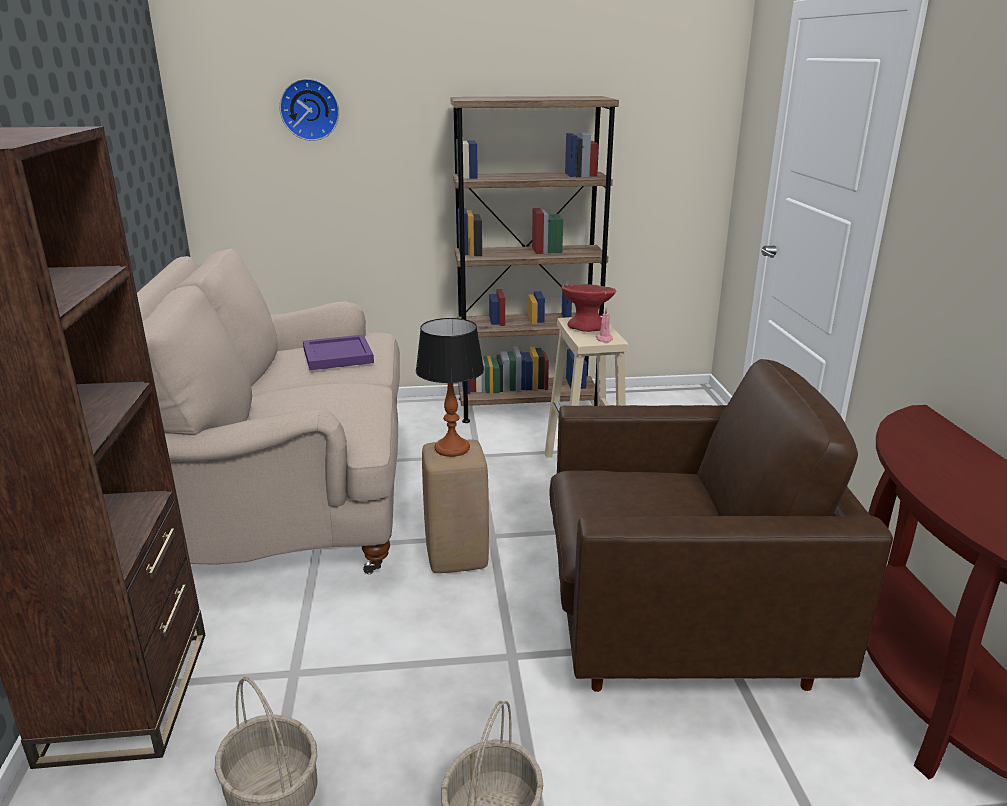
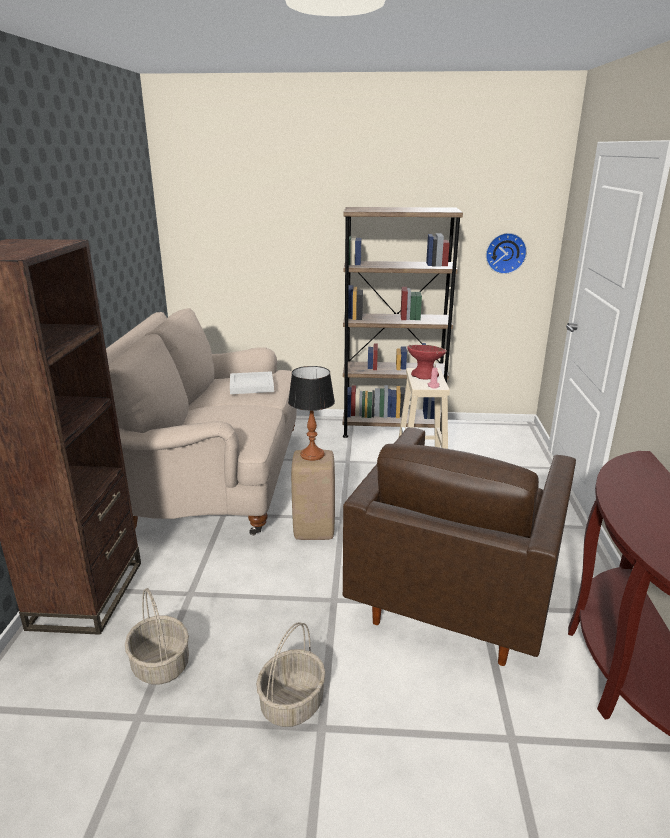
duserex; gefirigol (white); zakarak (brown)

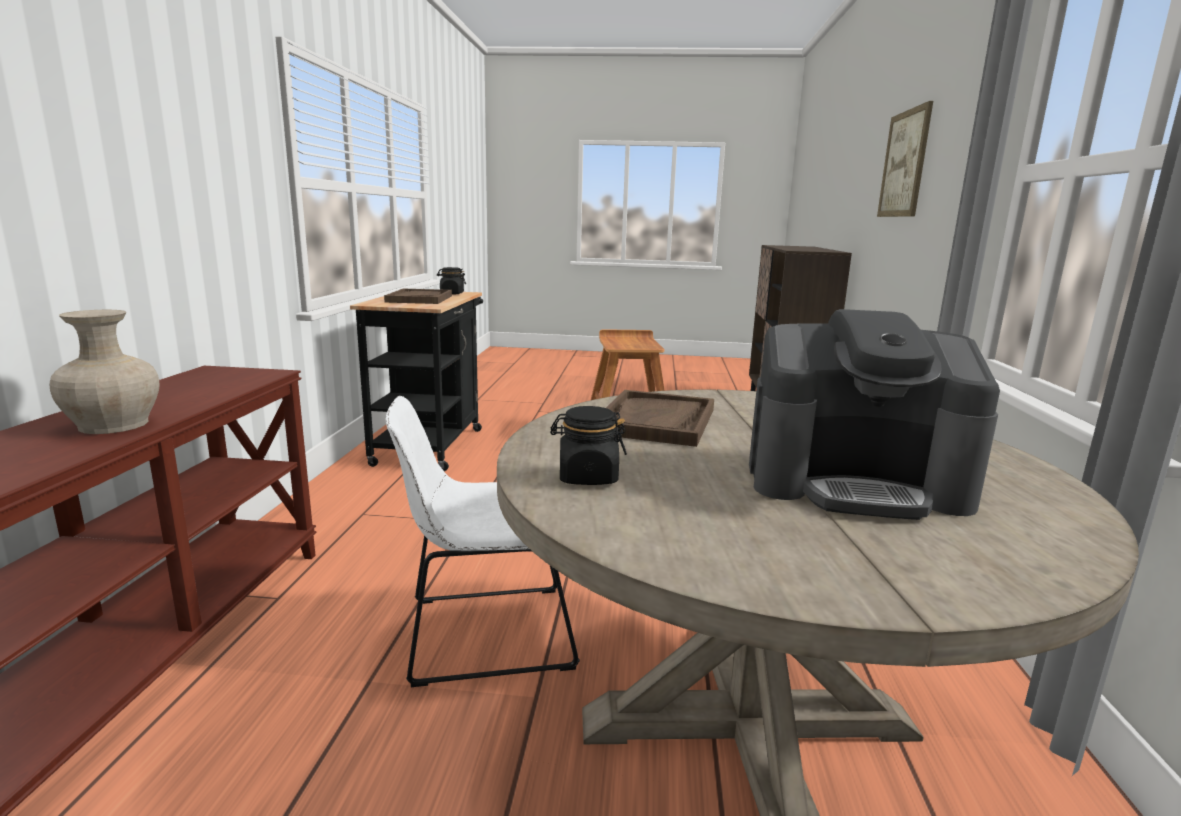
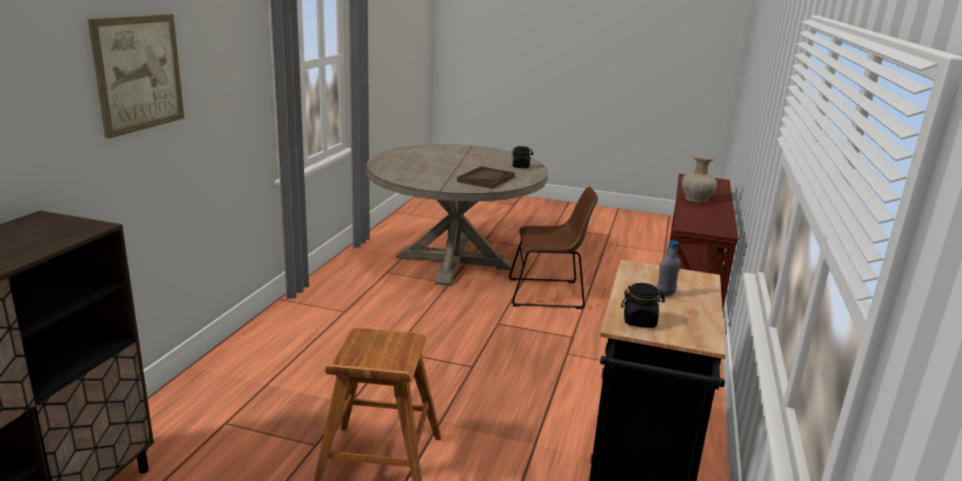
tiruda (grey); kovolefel; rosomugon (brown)

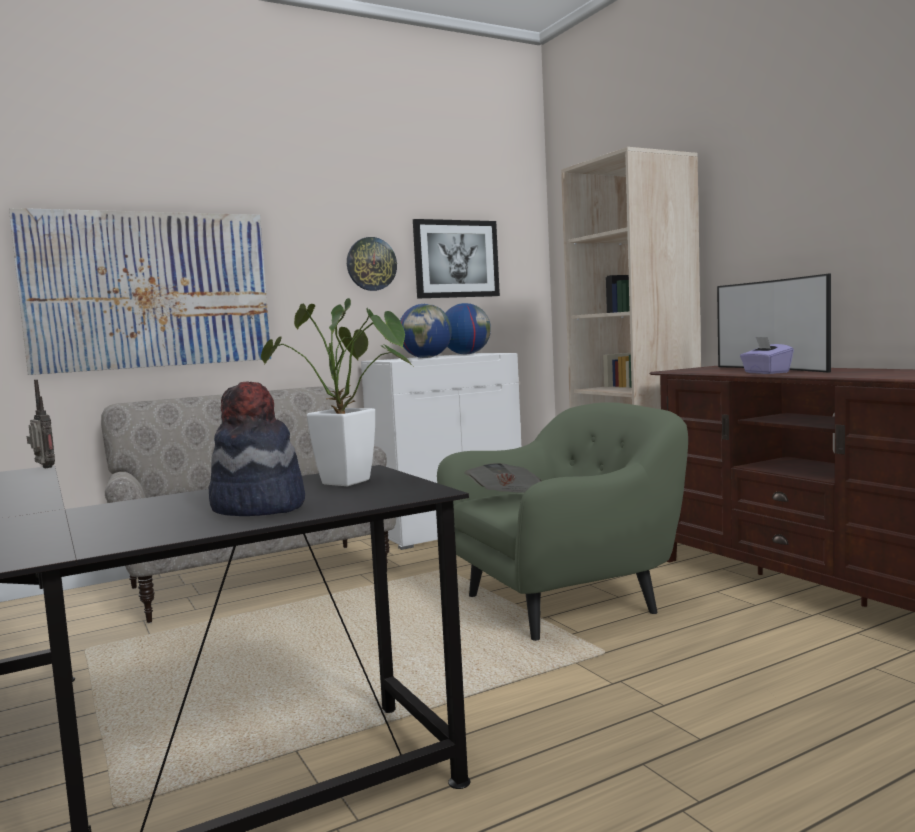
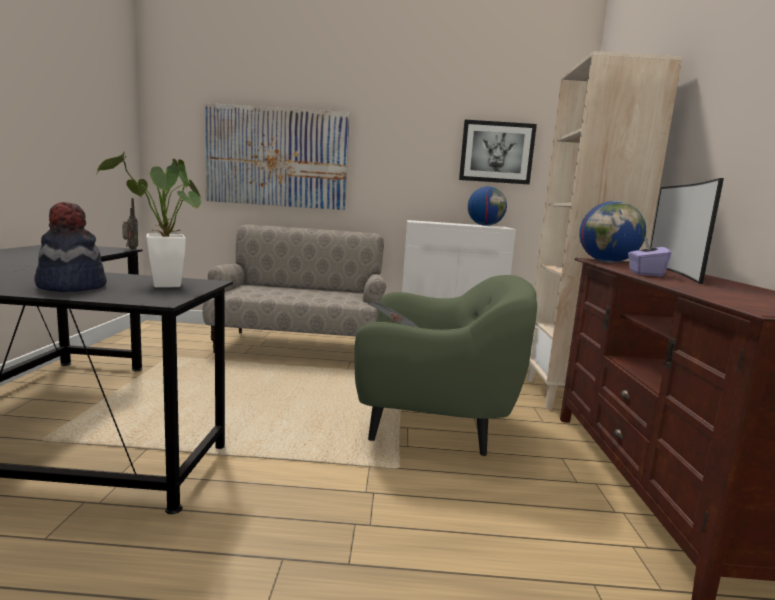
duserex; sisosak (2nd from left)

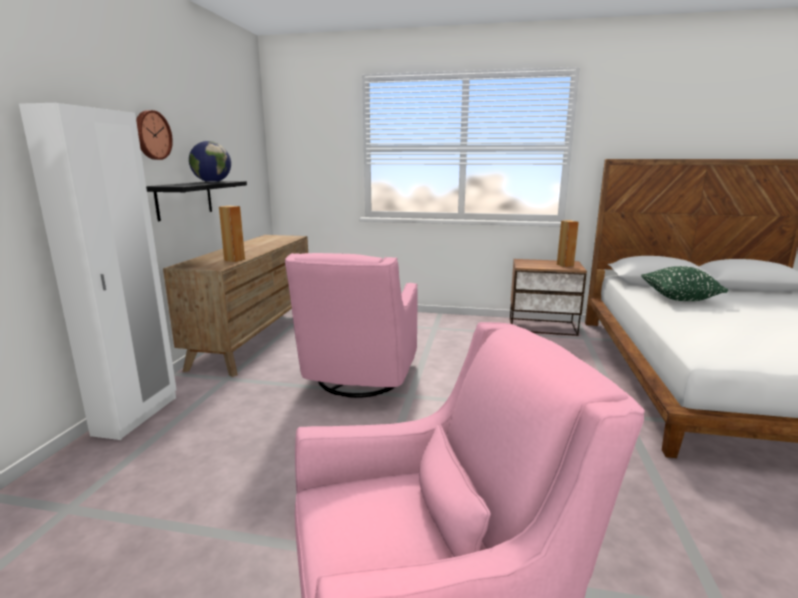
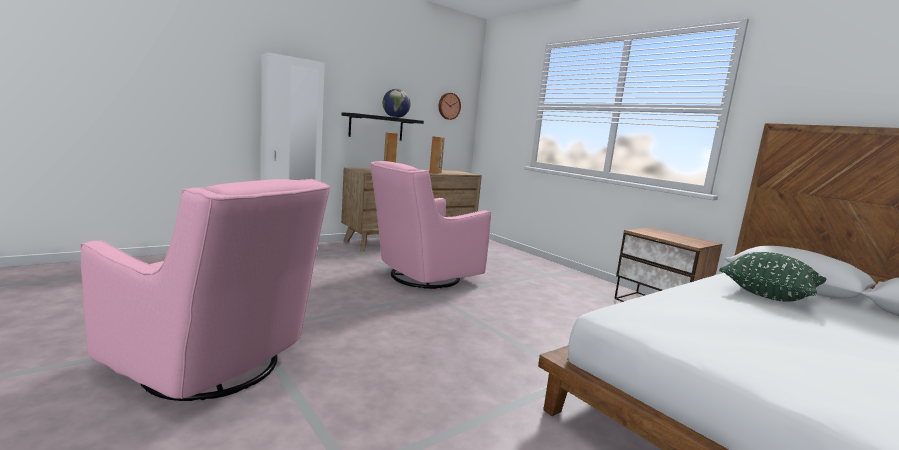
duserex; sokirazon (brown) (2nd from left)

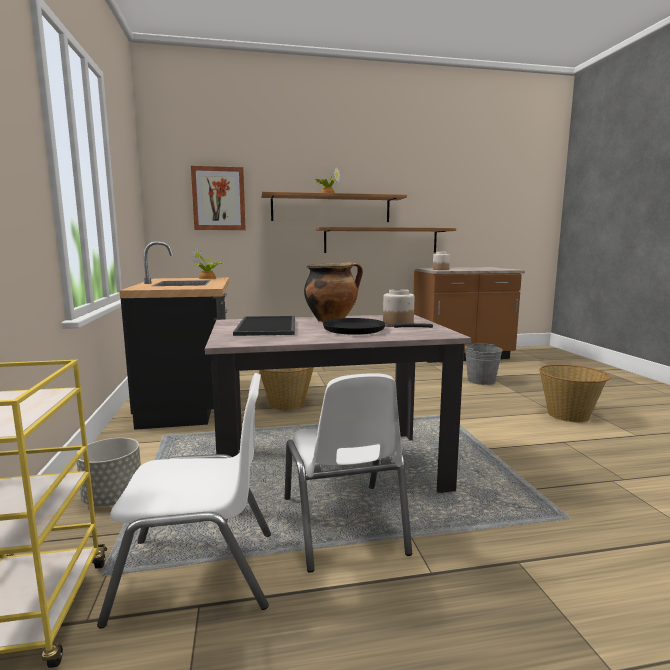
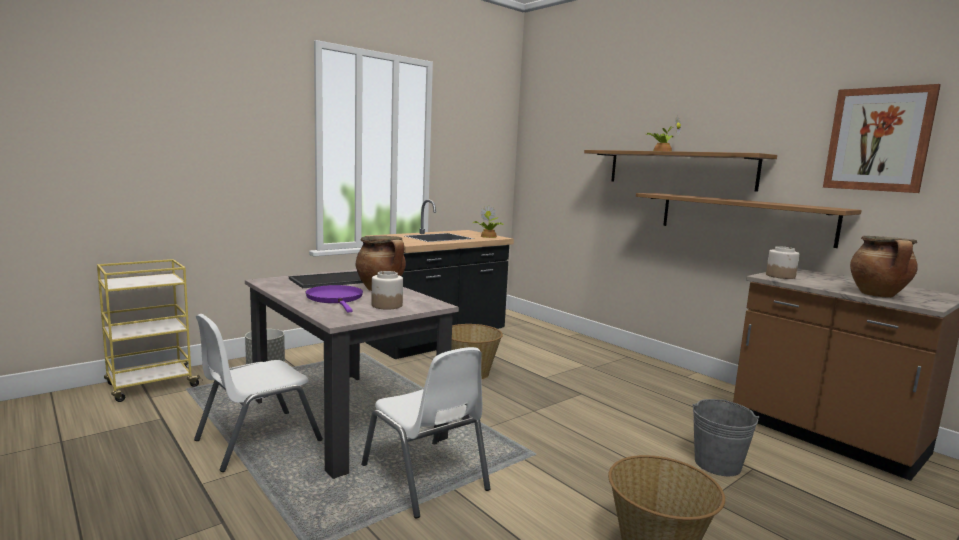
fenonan; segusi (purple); rosomugon (white) (2nd from left); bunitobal (2nd from left)

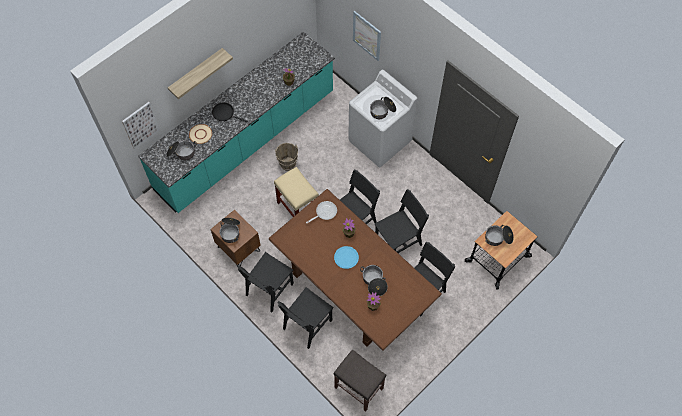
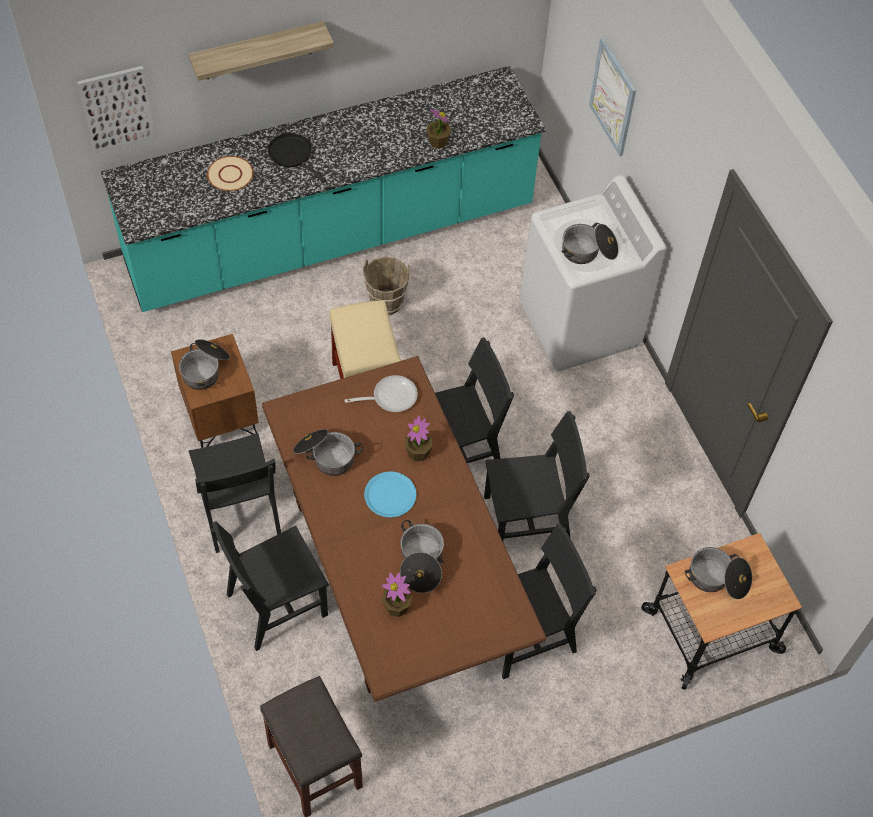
bunitobal (2nd from left); rosomugon (black) (1st from left)

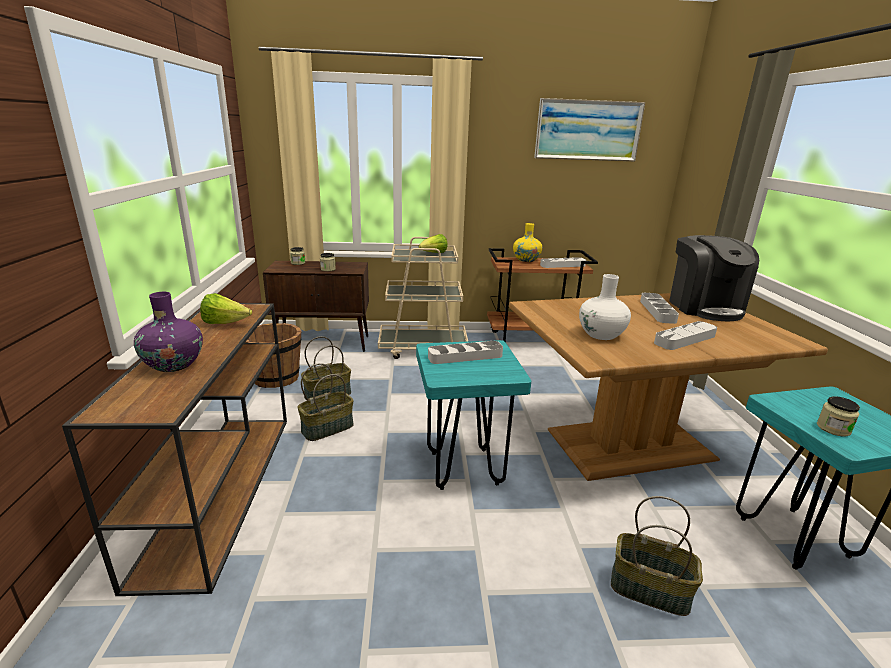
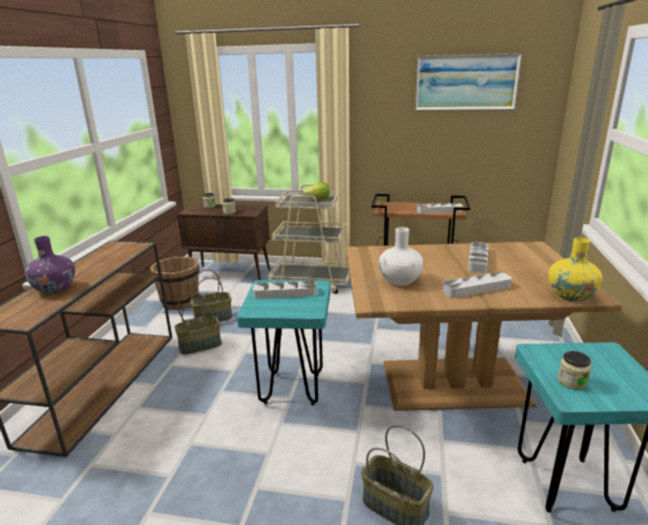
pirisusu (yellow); kovolefel; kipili (1st from left in the first image)

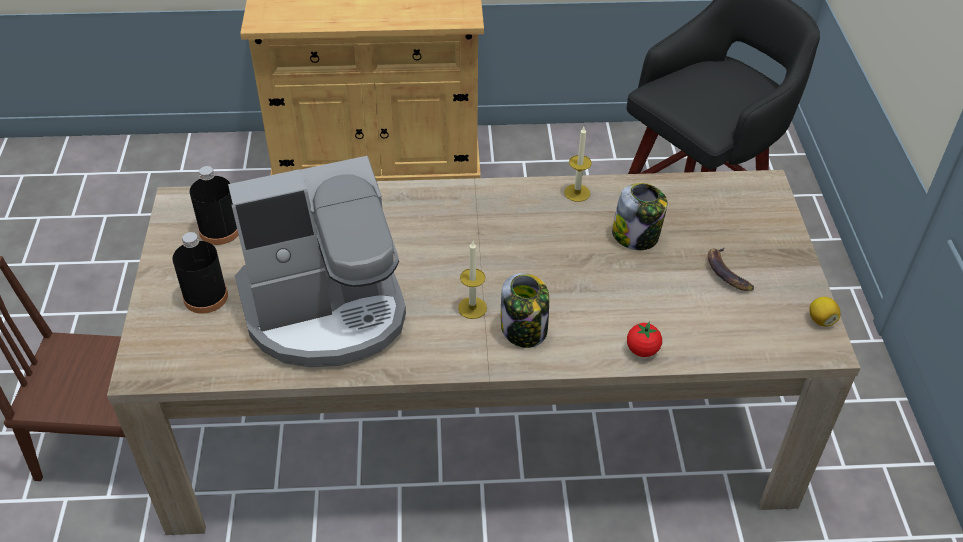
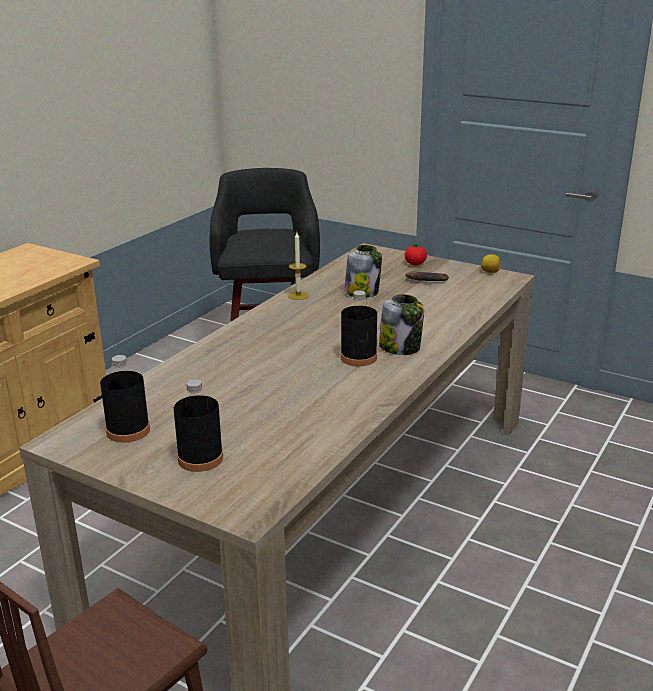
kovolefel; tiruda (black) (3rd from left); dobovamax

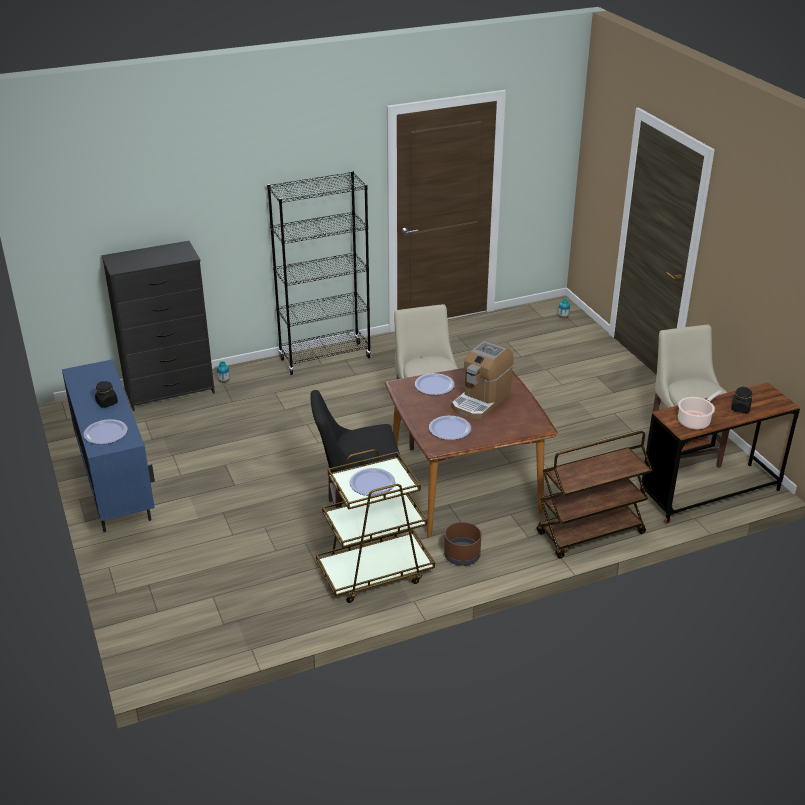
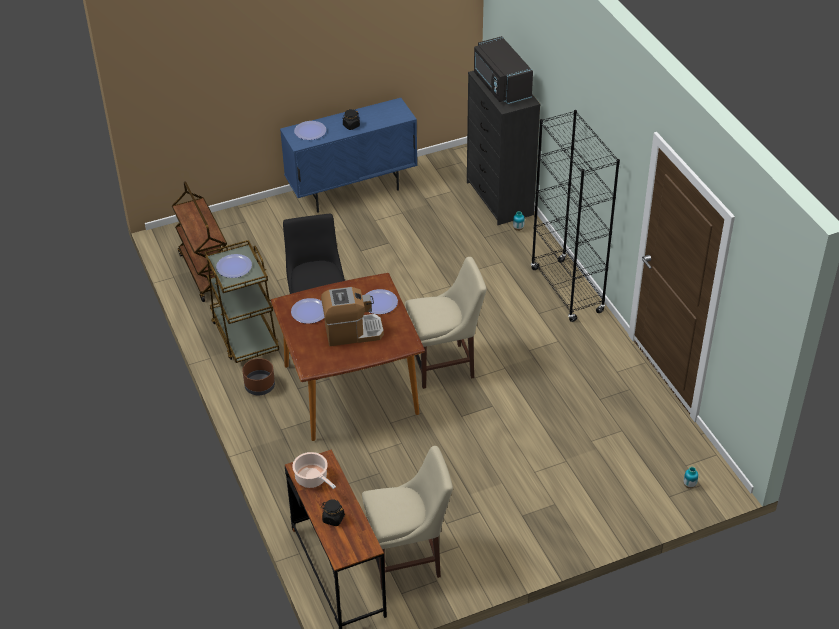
kovolefel; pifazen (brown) (1st from left); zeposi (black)

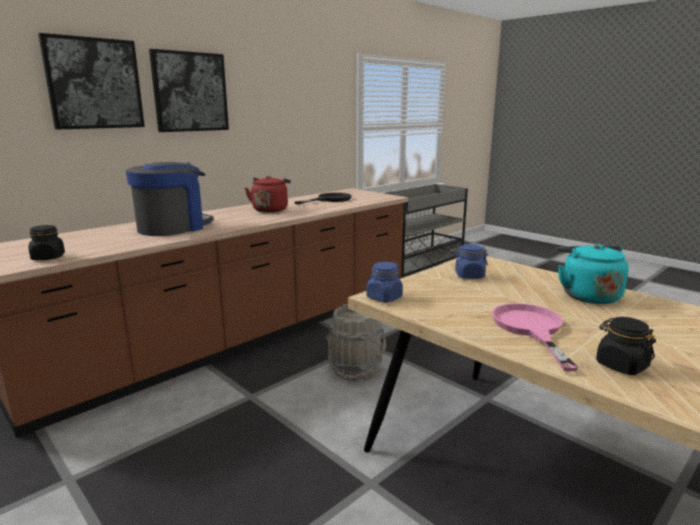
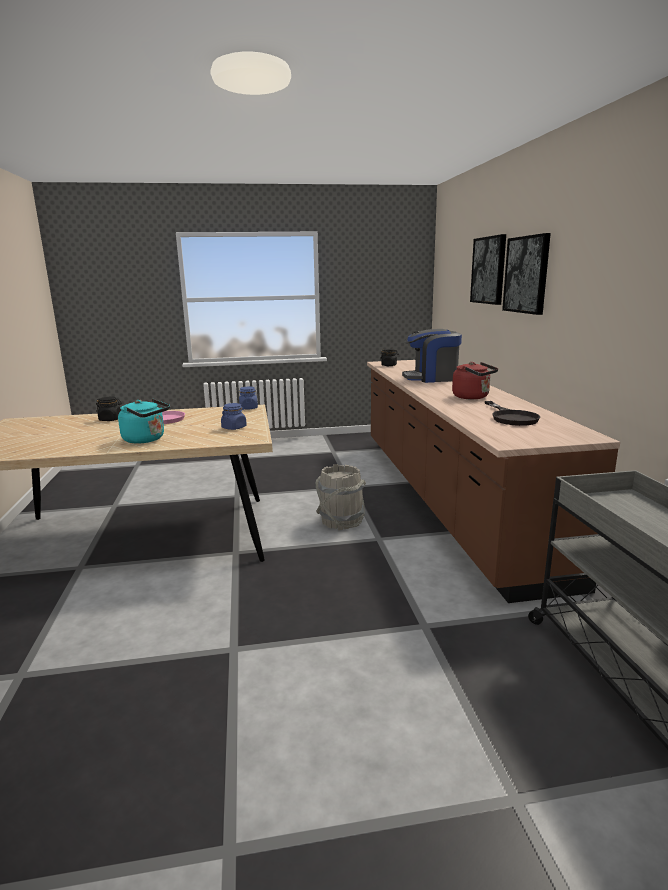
kovolefel

